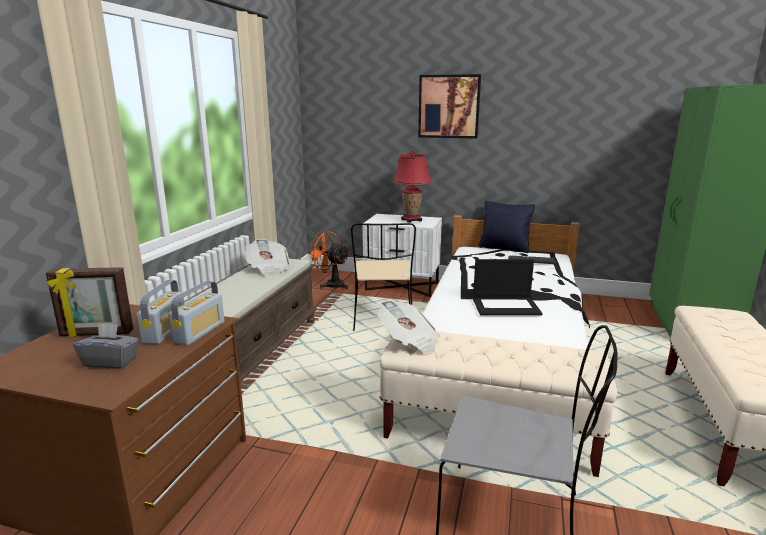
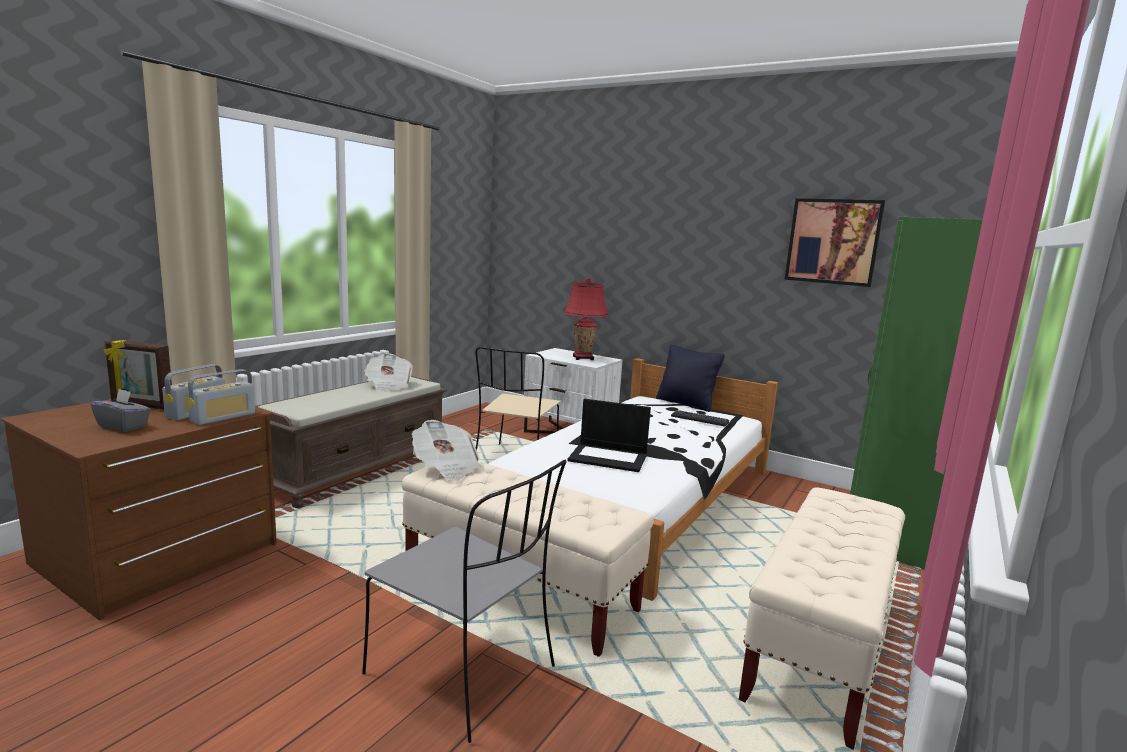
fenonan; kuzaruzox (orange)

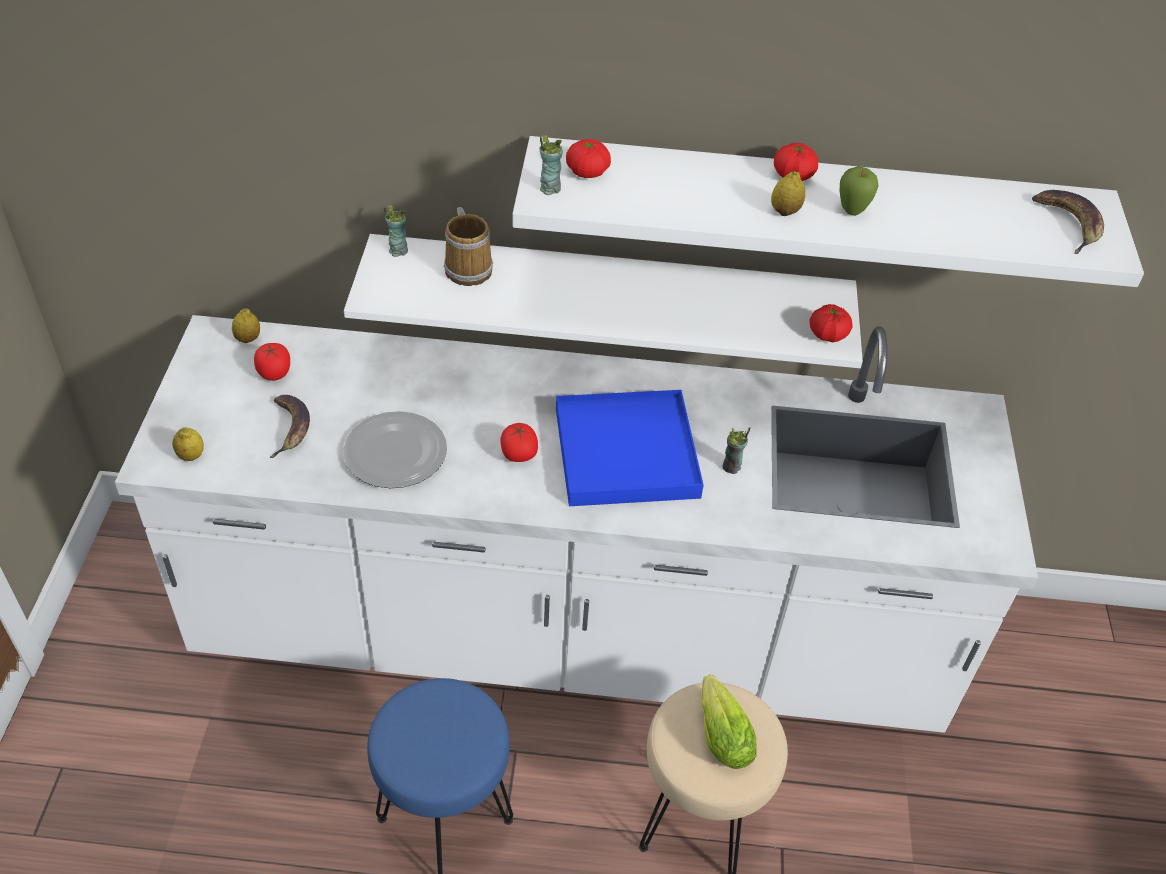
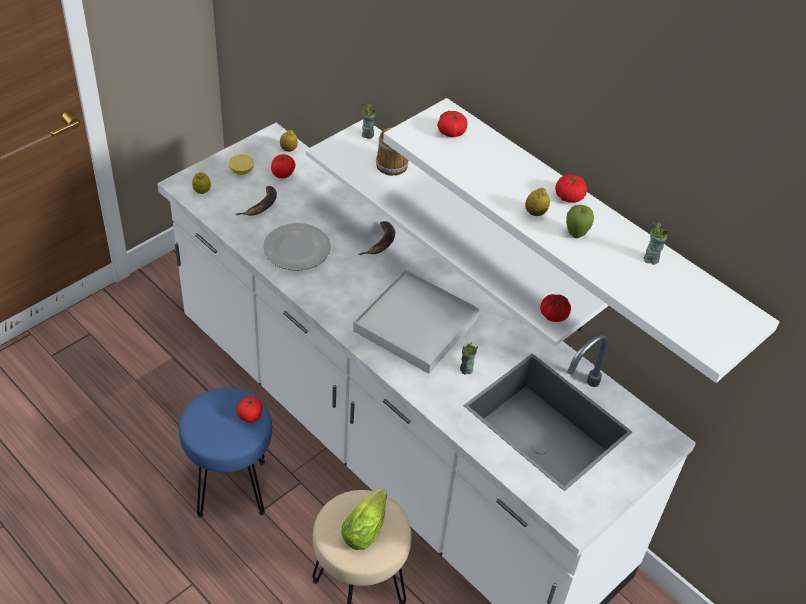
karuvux (3rd from left); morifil (2nd from left); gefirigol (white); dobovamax (1st from left); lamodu (2nd from left)

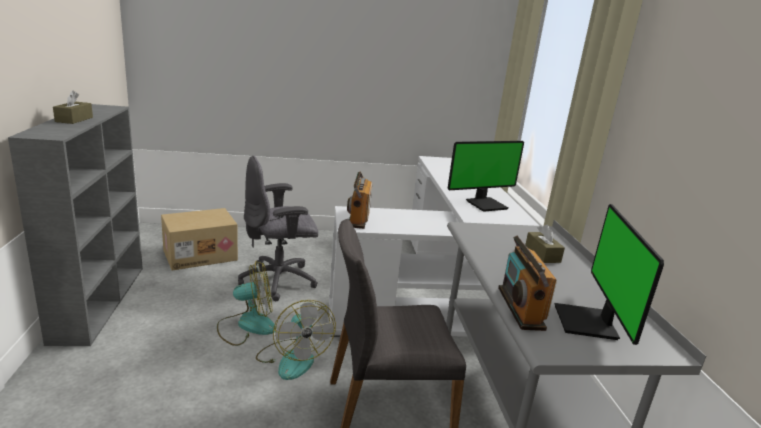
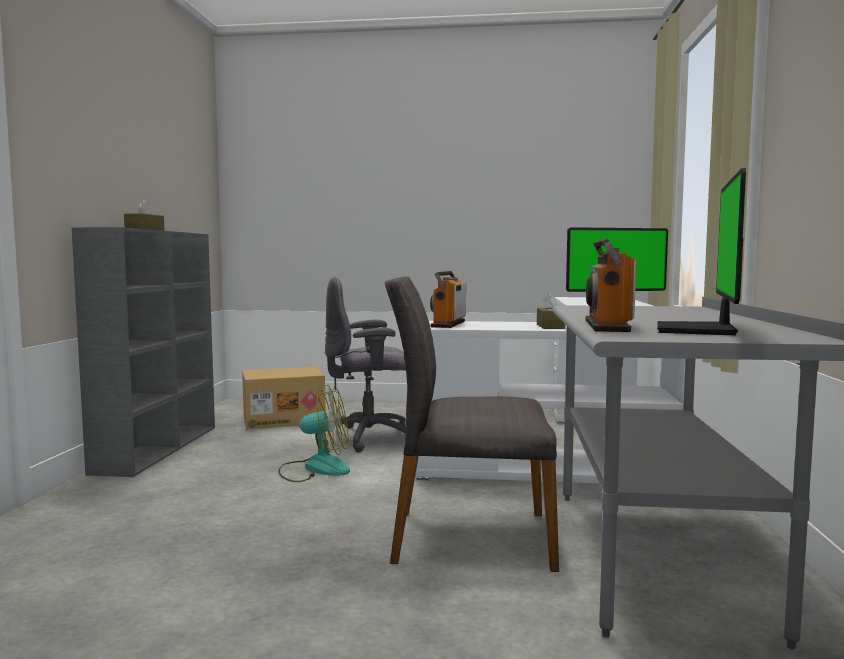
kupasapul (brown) (2nd from left); kuzaruzox (2nd from left in the first image)

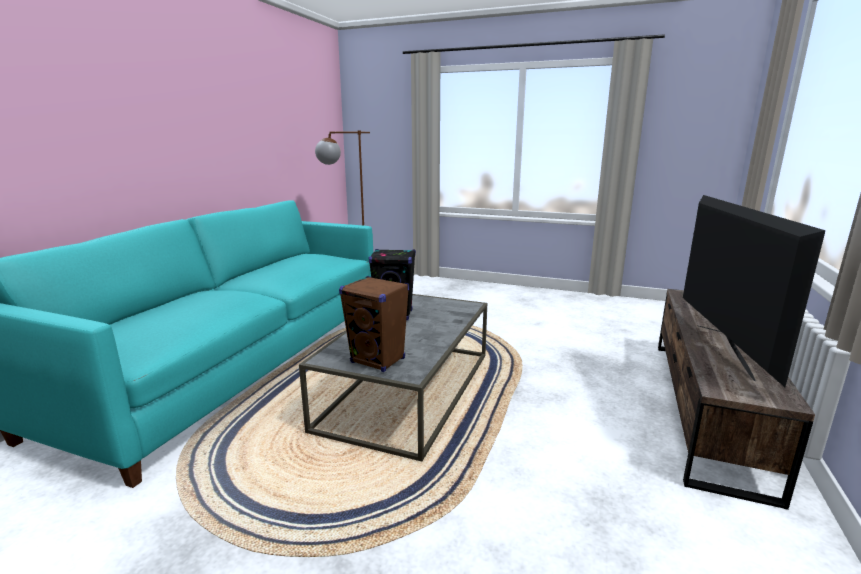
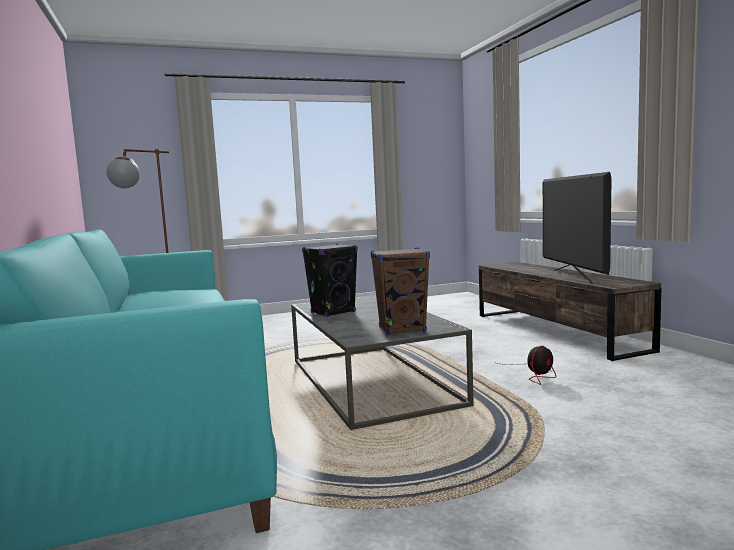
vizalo; kuzaruzox

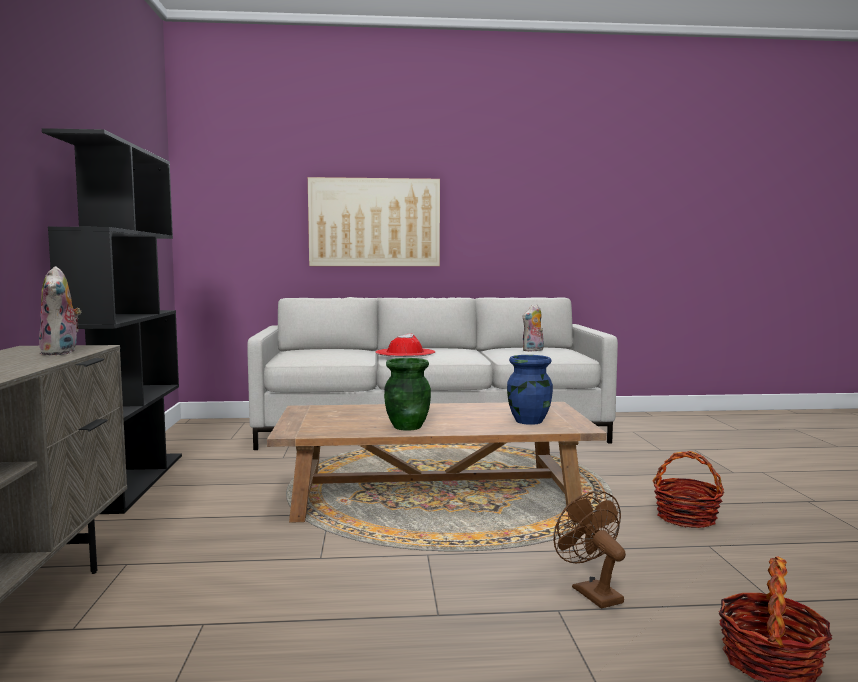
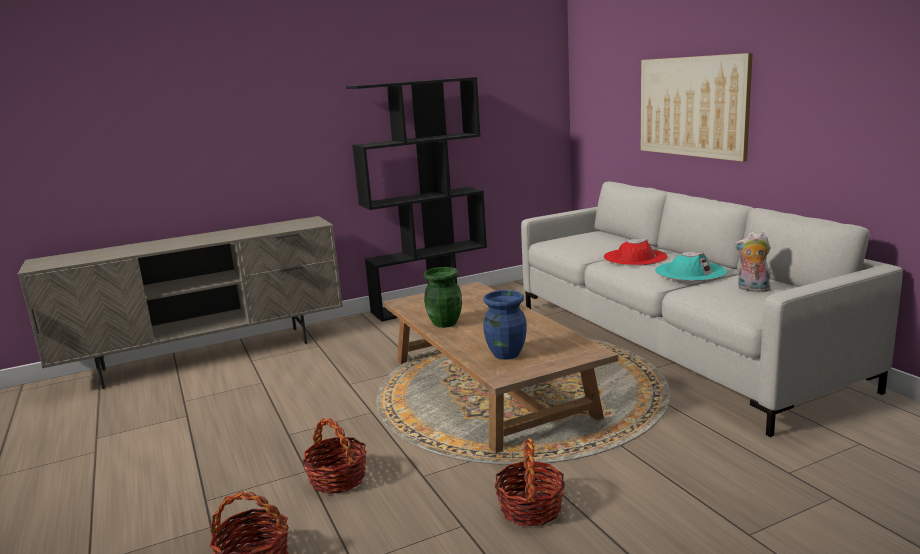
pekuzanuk (1st from left in the first image); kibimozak (2nd from left); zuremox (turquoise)

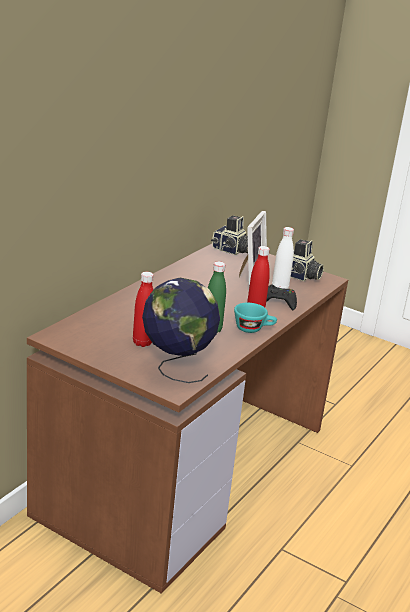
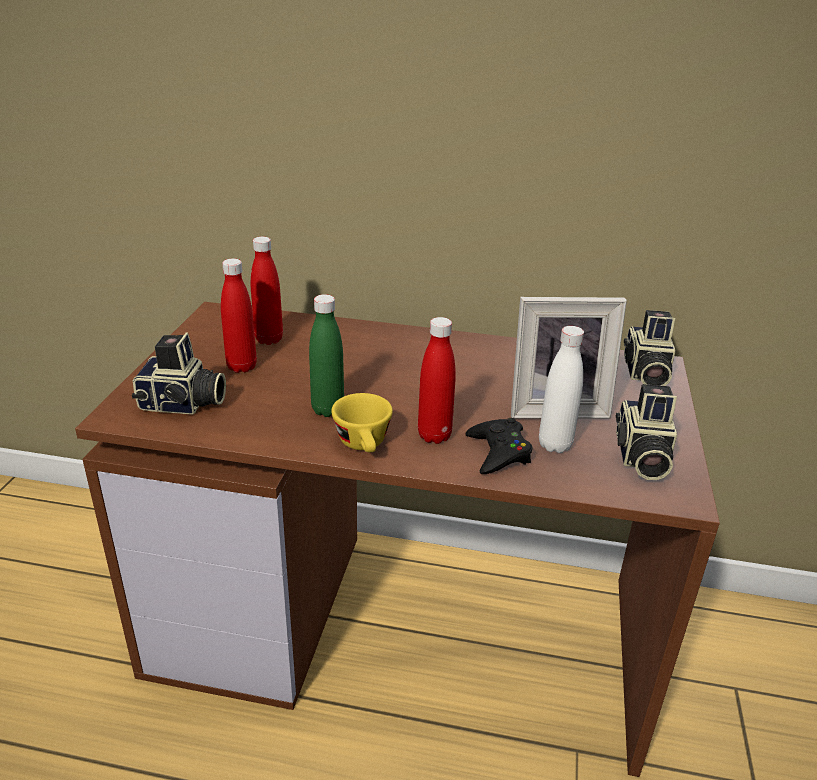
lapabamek (1st from left); karuvux (yellow); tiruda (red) (2nd from left)

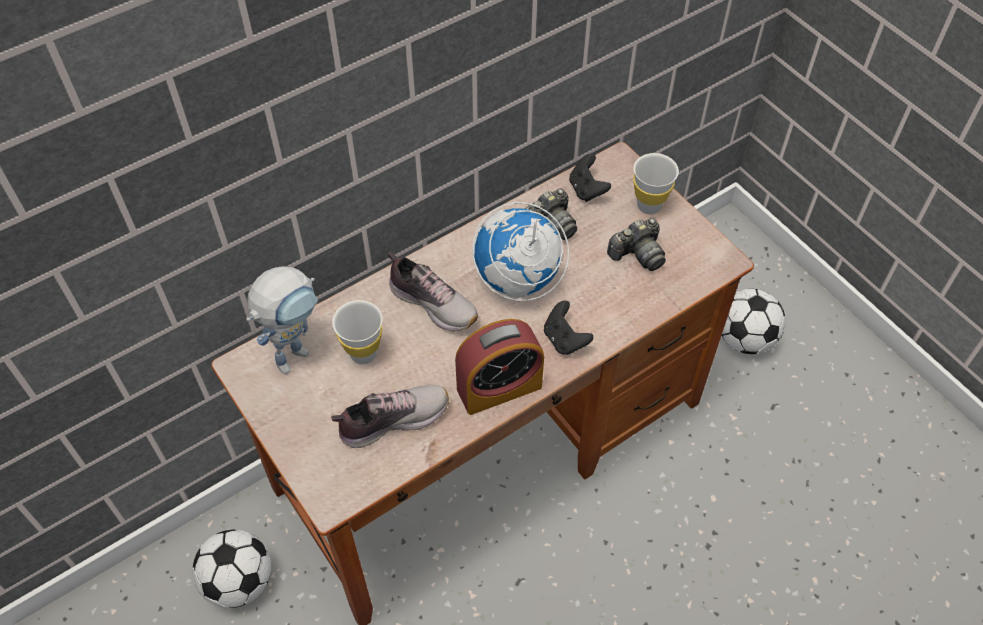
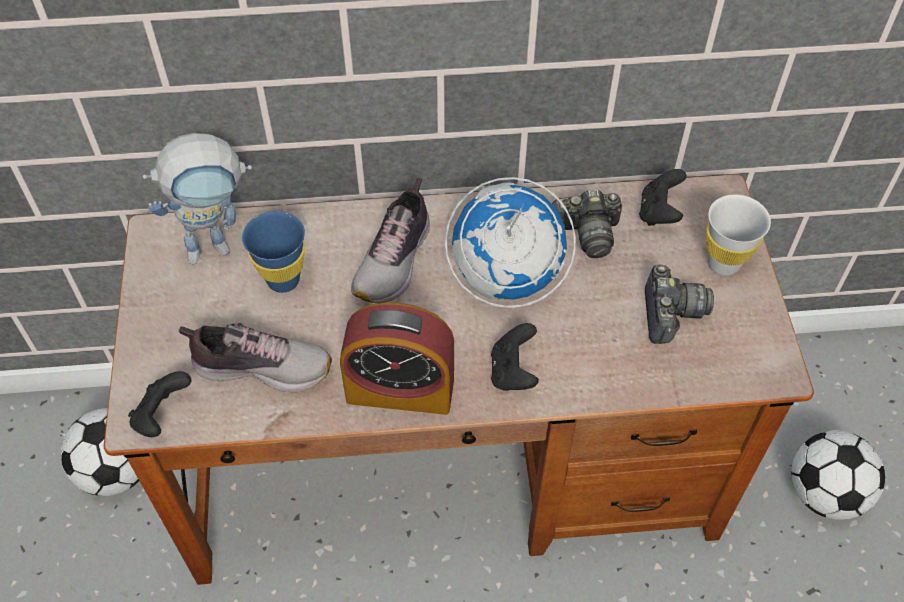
lapabamek (2nd from left); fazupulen (2nd from left); karuvux (blue); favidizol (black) (1st from left)

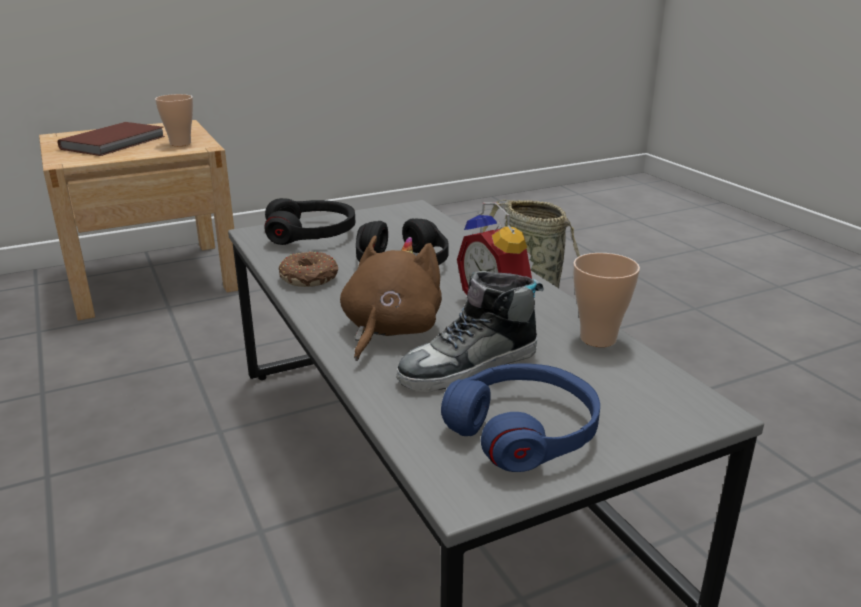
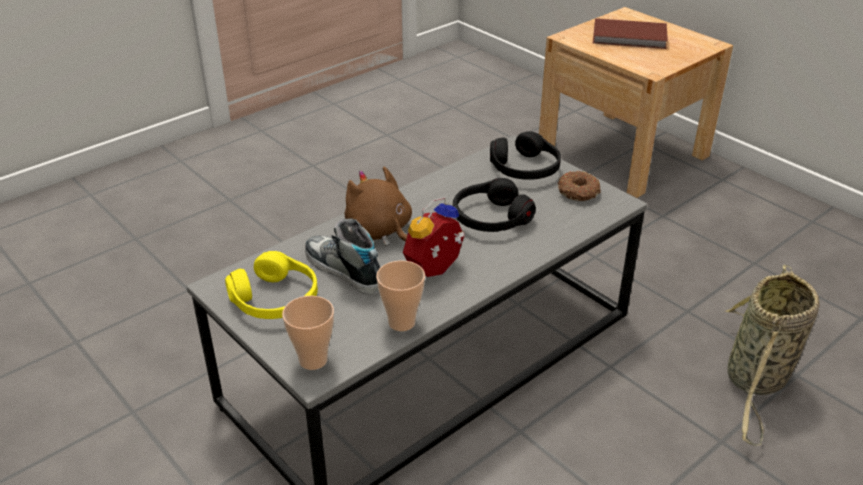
karuvux (1st from left); pekuzanuk (brown); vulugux; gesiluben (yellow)

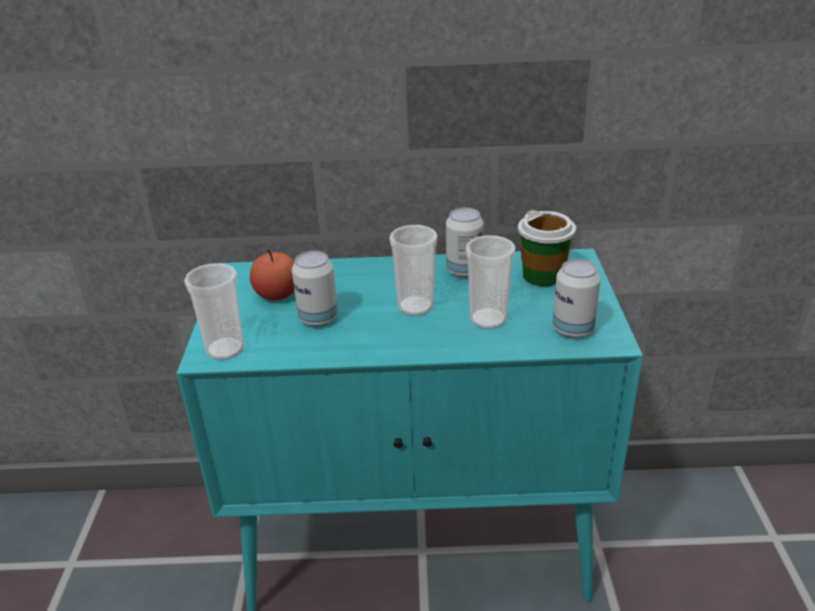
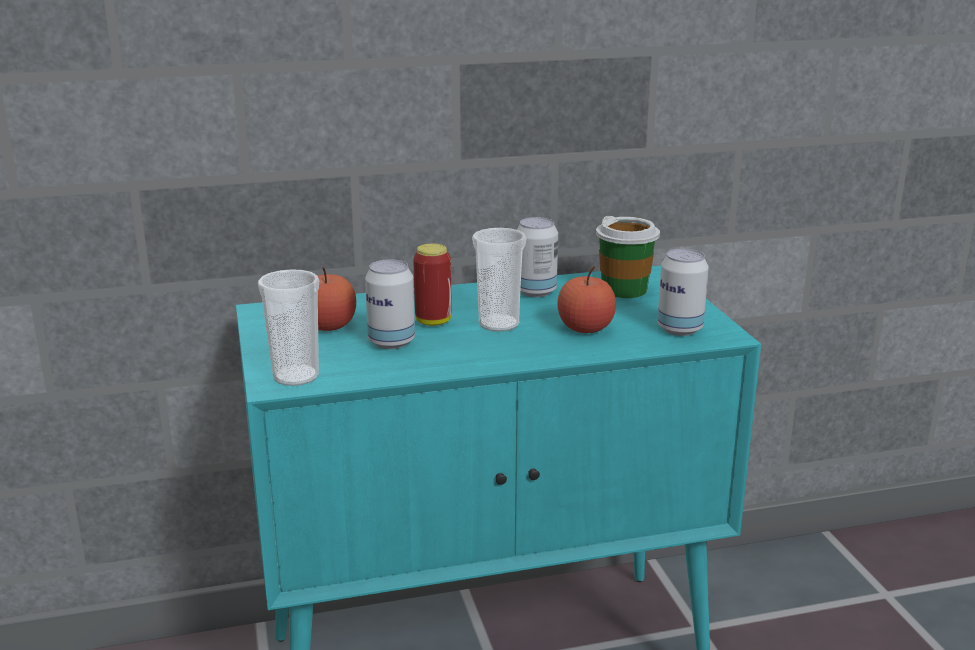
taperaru (2nd from left); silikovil (2nd from left)

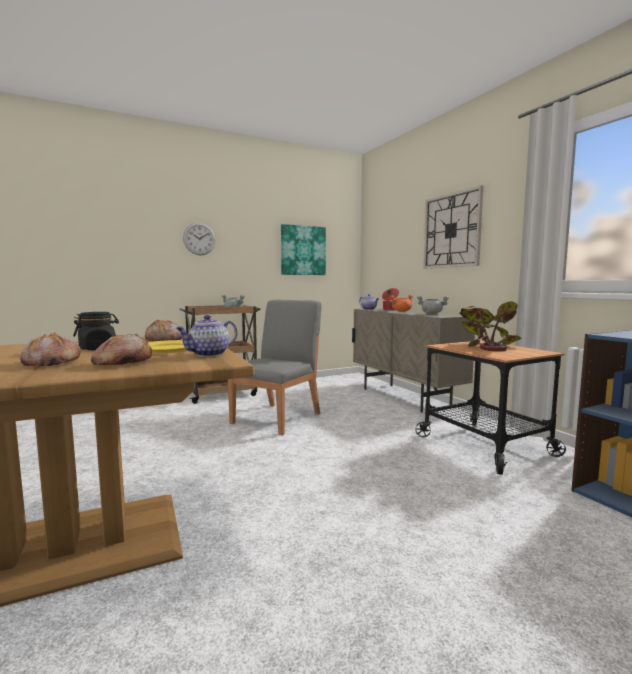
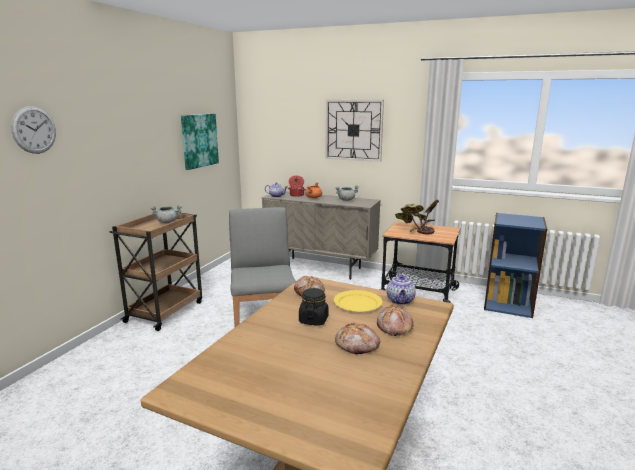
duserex (1st from left)

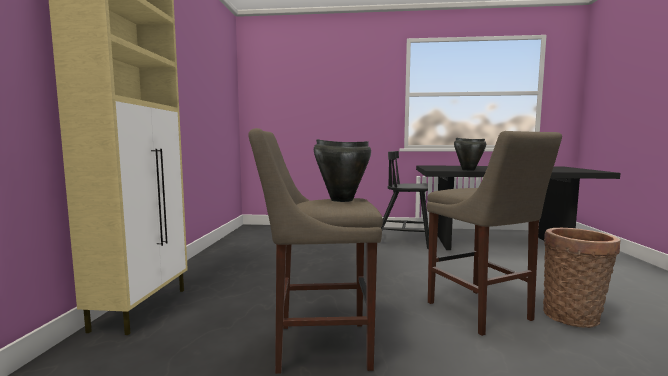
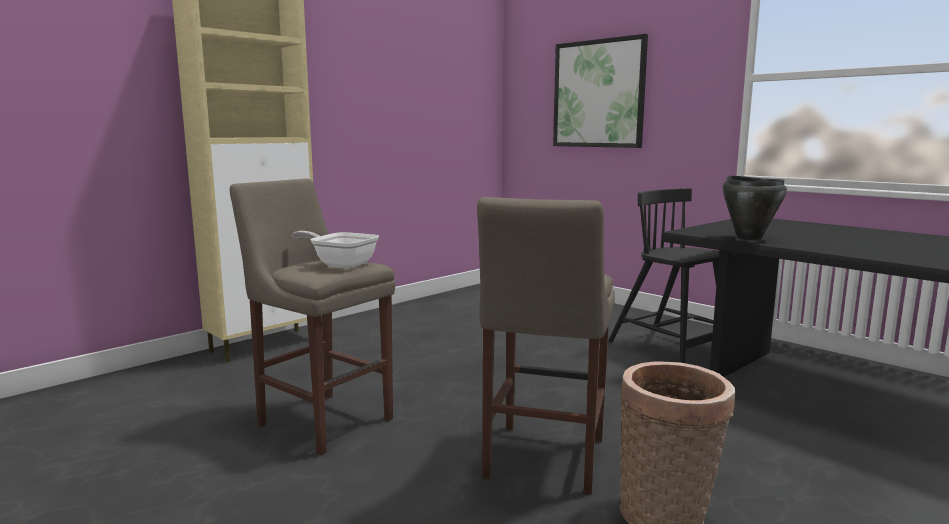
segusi; fenonan

